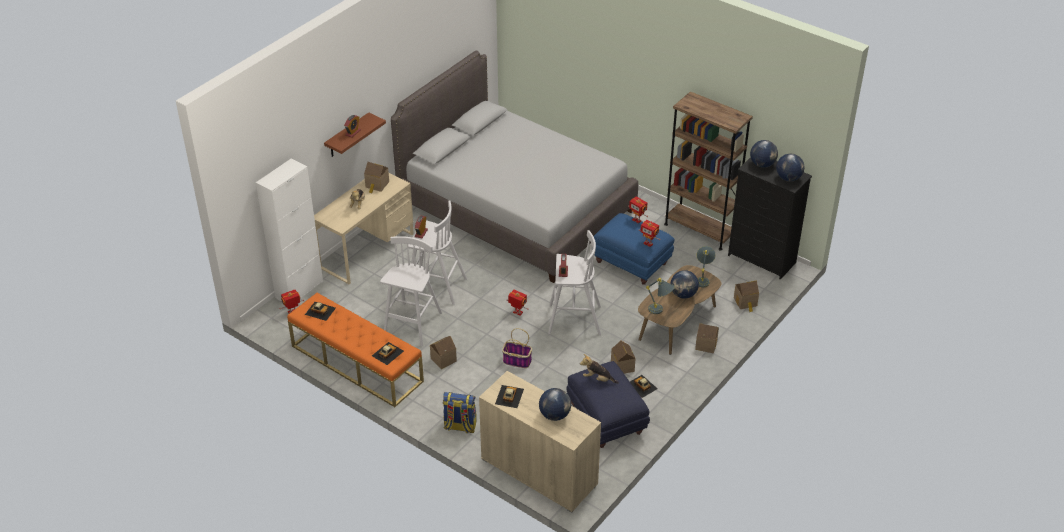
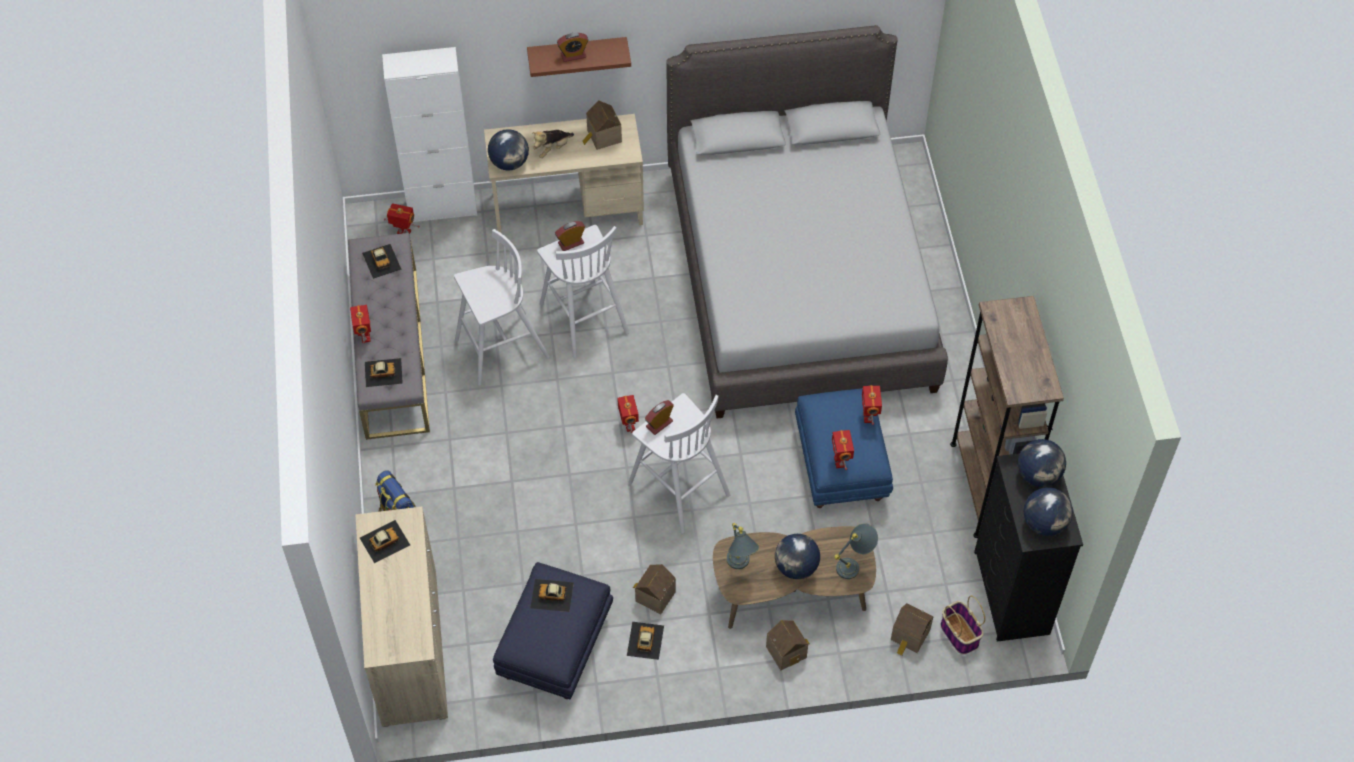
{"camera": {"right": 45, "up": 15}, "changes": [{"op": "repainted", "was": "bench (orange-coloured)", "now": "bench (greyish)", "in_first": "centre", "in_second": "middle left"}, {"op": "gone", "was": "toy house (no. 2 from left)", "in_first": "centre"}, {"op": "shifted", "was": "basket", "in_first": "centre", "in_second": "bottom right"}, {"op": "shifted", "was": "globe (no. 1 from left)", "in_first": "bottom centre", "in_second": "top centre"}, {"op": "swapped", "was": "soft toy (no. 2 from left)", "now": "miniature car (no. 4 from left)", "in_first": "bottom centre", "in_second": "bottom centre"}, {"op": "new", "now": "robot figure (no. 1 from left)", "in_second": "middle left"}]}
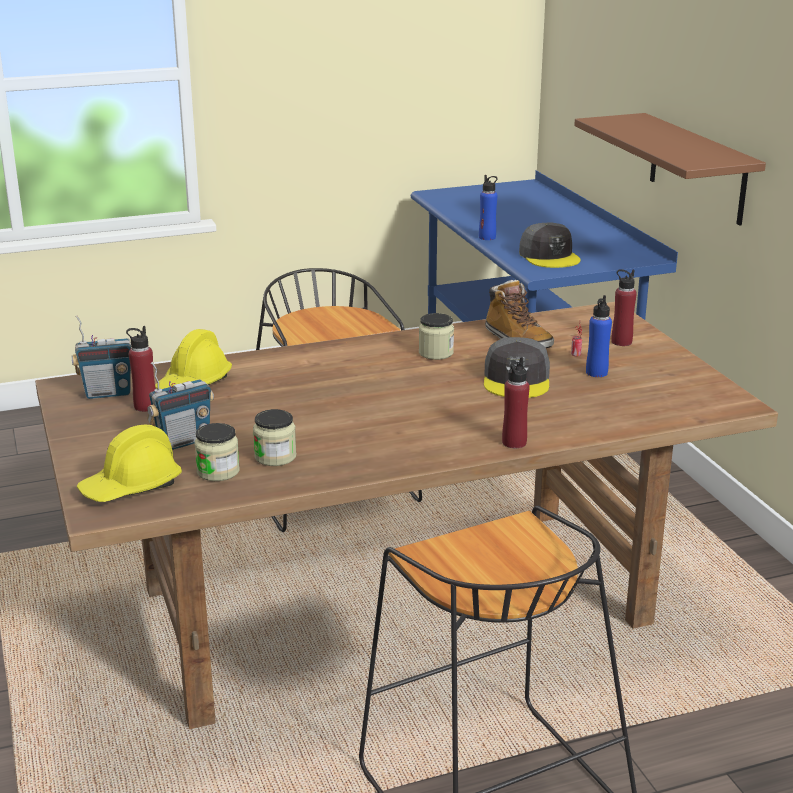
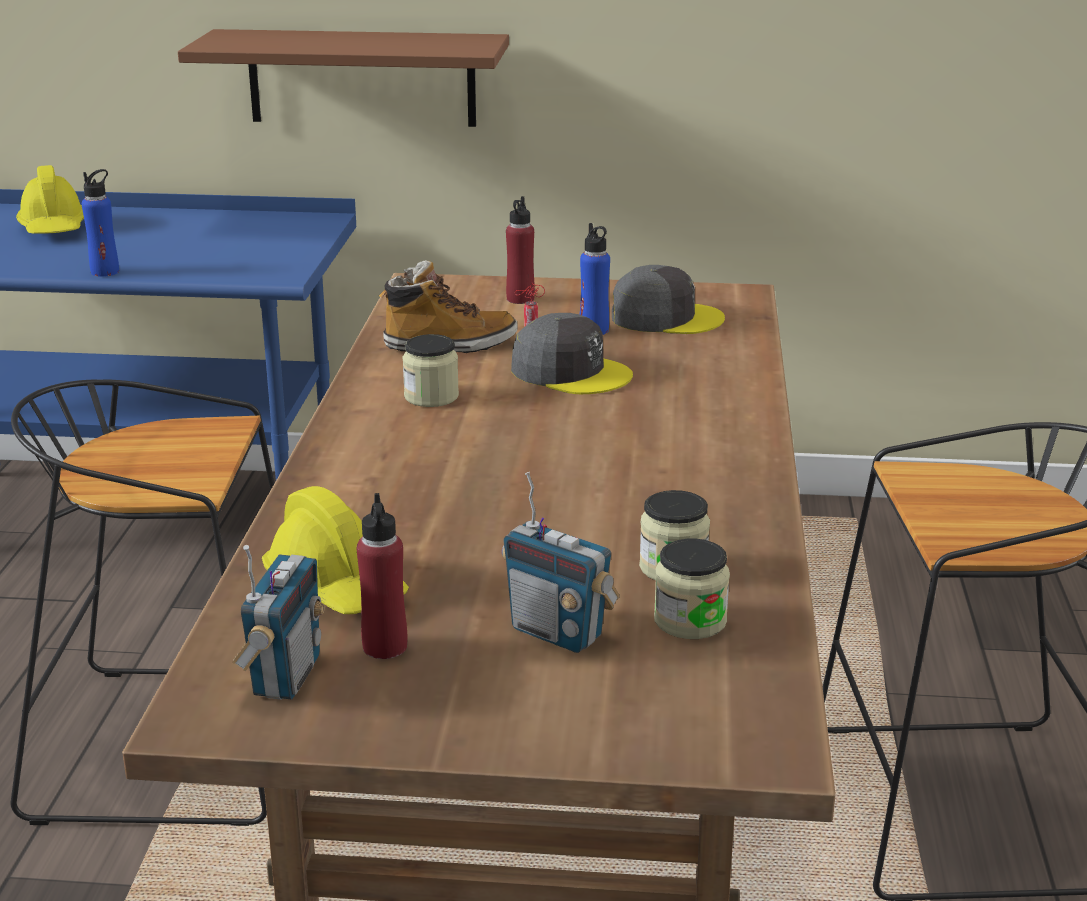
{"camera": {"right": -65, "up": 0}, "changes": [{"op": "shifted", "was": "safety helmet (yellowish) (no. 1 from left)", "in_first": "middle left", "in_second": "top left"}, {"op": "rotated", "was": "radio (no. 2 from left)", "in_first": "middle left", "in_second": "centre", "clockwise": 135}, {"op": "gone", "was": "drink bottle (reddish) (no. 2 from left)", "in_first": "centre"}, {"op": "shifted", "was": "cap (greyish) (no. 2 from left)", "in_first": "top right", "in_second": "top centre"}]}
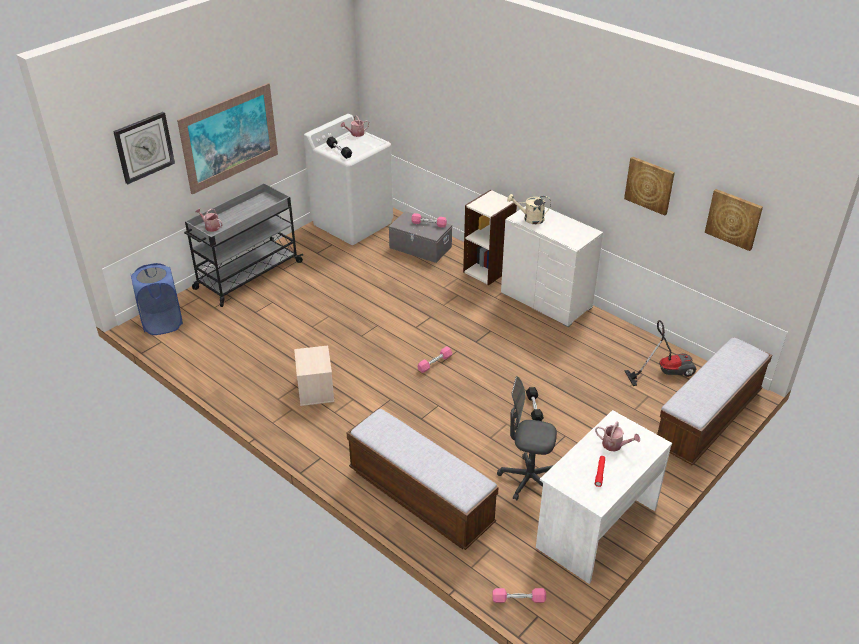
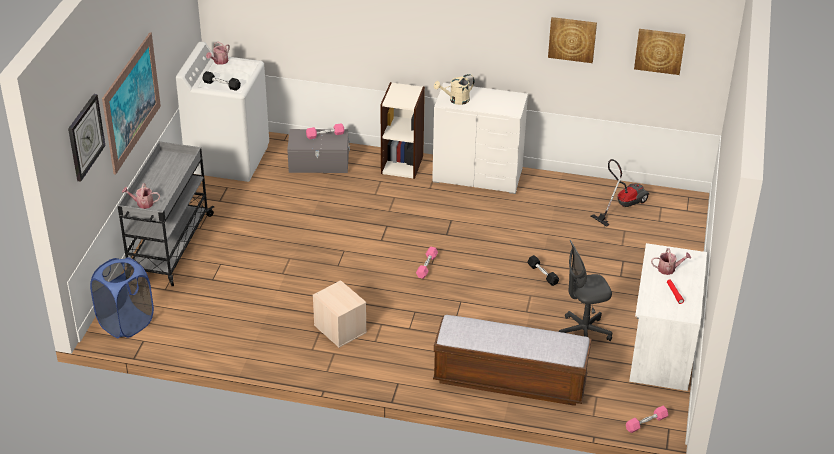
{"camera": {"right": -30, "up": 0}, "changes": [{"op": "gone", "was": "bench (no. 2 from left)", "in_first": "middle right"}]}
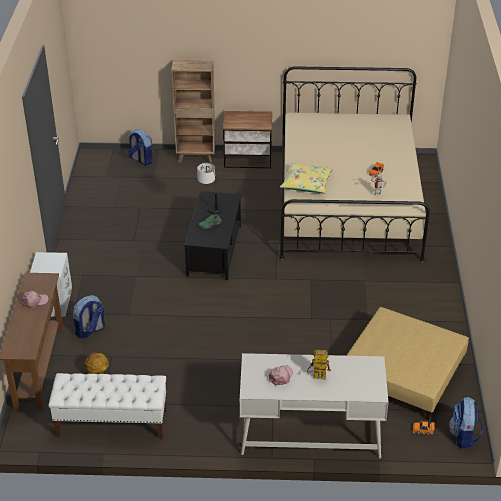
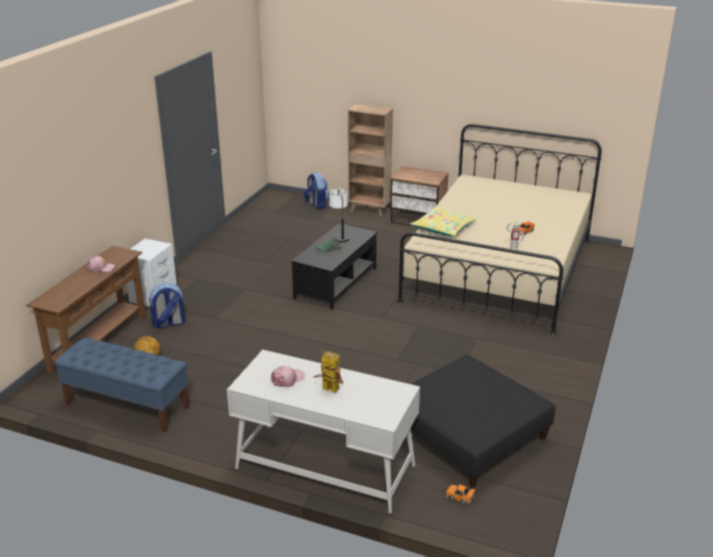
{"camera": {"right": 20, "up": -10}, "changes": [{"op": "repainted", "was": "bench (white)", "now": "bench (blue-coloured)", "in_first": "bottom left", "in_second": "bottom left"}, {"op": "repainted", "was": "pouffe (beige)", "now": "pouffe (blackish)", "in_first": "bottom right", "in_second": "bottom right"}, {"op": "gone", "was": "knapsack (no. 3 from left)", "in_first": "bottom right"}]}
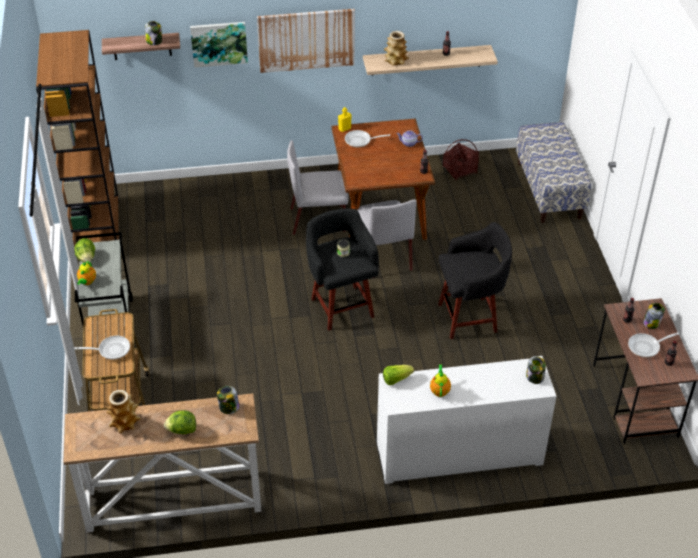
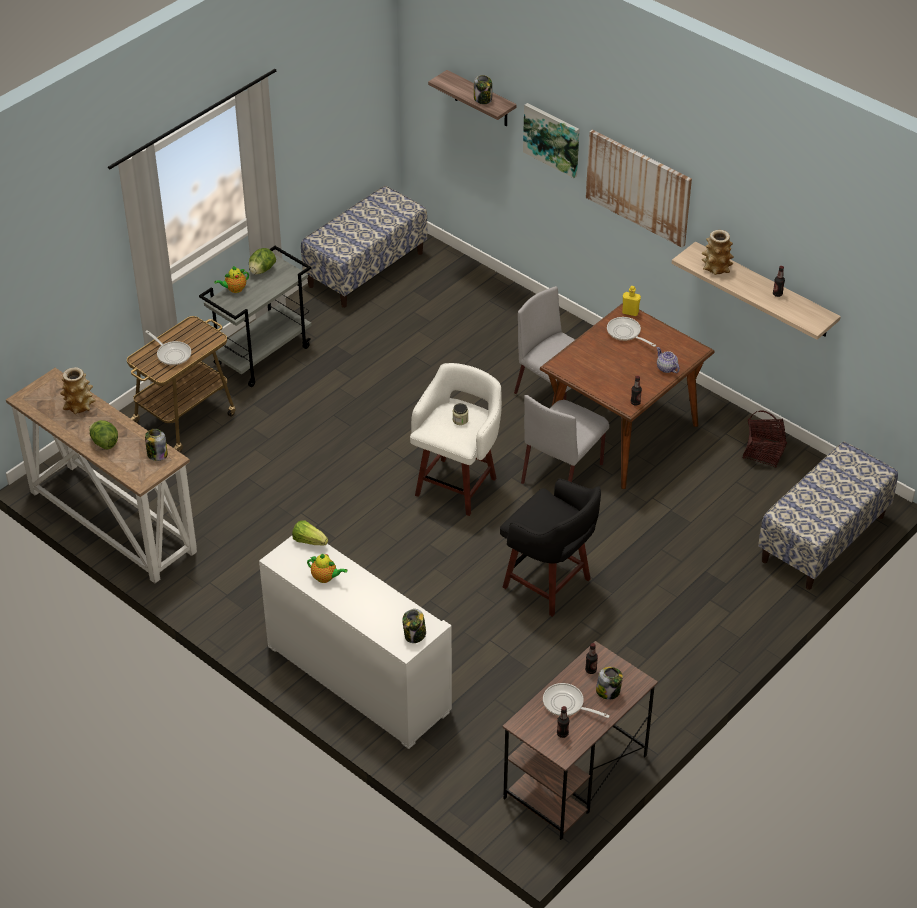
{"camera": {"right": 50, "up": 0}, "changes": [{"op": "swapped", "was": "shelving unit (brownish)", "now": "bench (no. 1 from left)", "in_first": "top left", "in_second": "top centre"}, {"op": "repainted", "was": "sitting stool (blackish) (no. 1 from left)", "now": "sitting stool (white)", "in_first": "centre", "in_second": "centre"}, {"op": "rotated", "was": "pot for tea (no. 3 from left in the first image)", "in_first": "bottom centre", "in_second": "centre", "clockwise": 60}]}
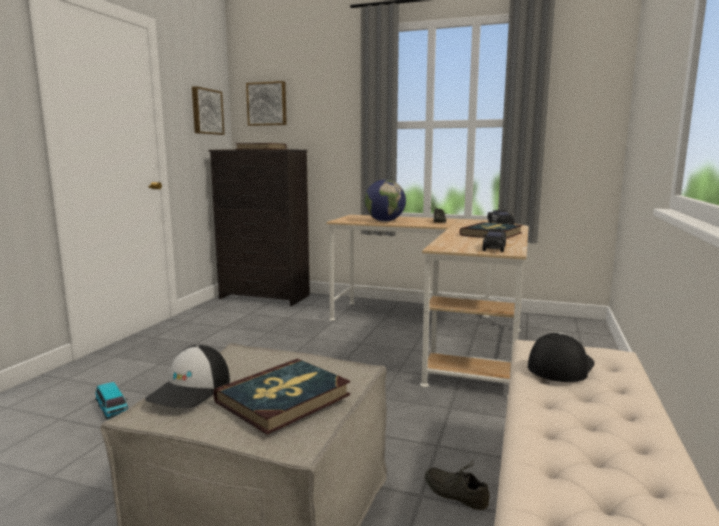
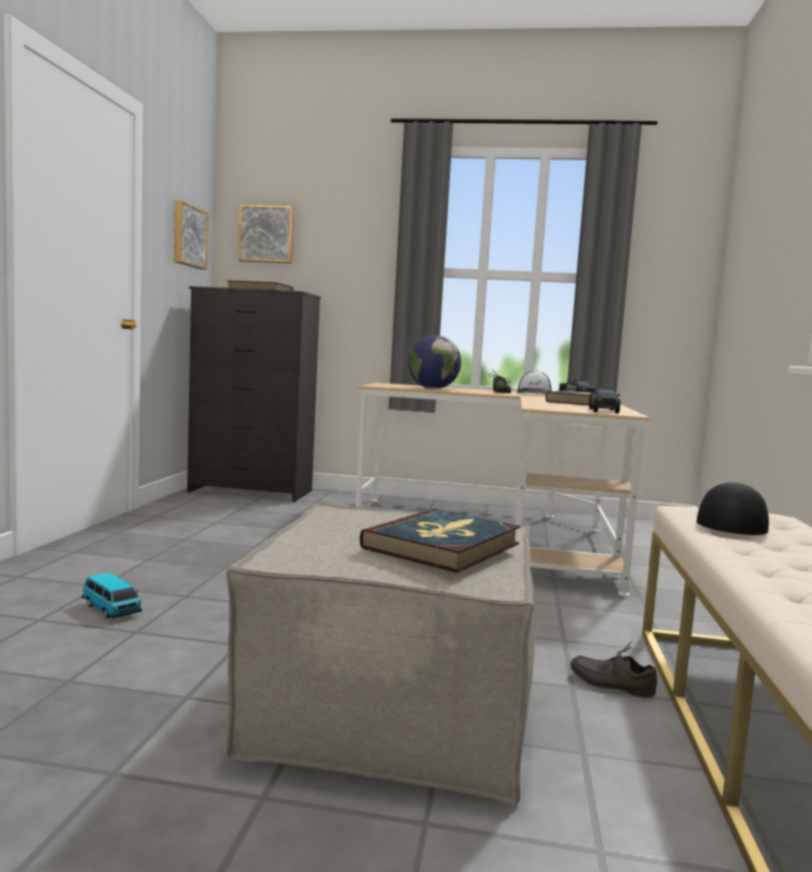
{"camera": {"right": -10, "up": -5}, "changes": [{"op": "shifted", "was": "cap (no. 1 from left)", "in_first": "bottom left", "in_second": "centre"}]}
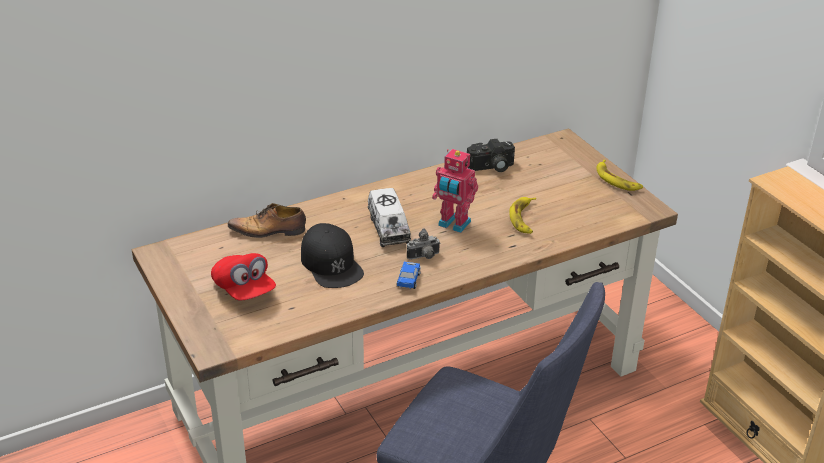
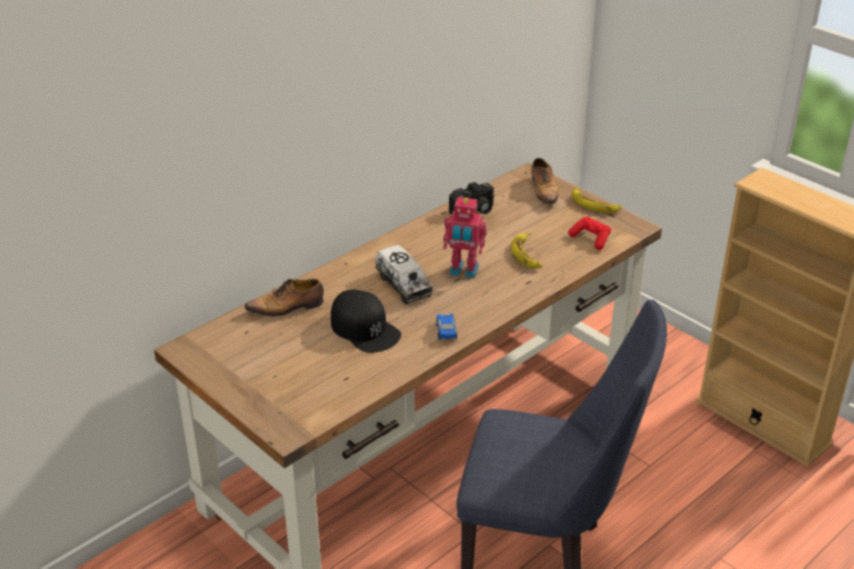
{"camera": {"right": -15, "up": 0}, "changes": [{"op": "gone", "was": "cap (reddish)", "in_first": "middle left"}, {"op": "gone", "was": "photo camera (no. 1 from left)", "in_first": "centre"}, {"op": "new", "now": "item of footwear (no. 2 from left)", "in_second": "top centre"}, {"op": "new", "now": "joypad (reddish)", "in_second": "middle right"}]}
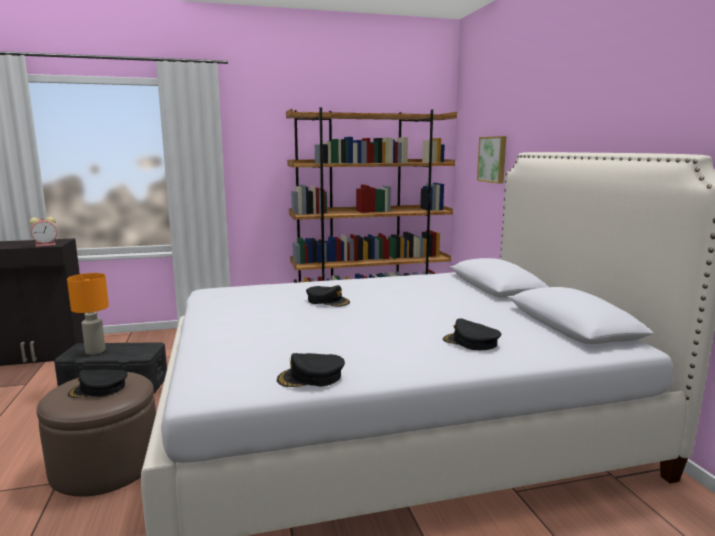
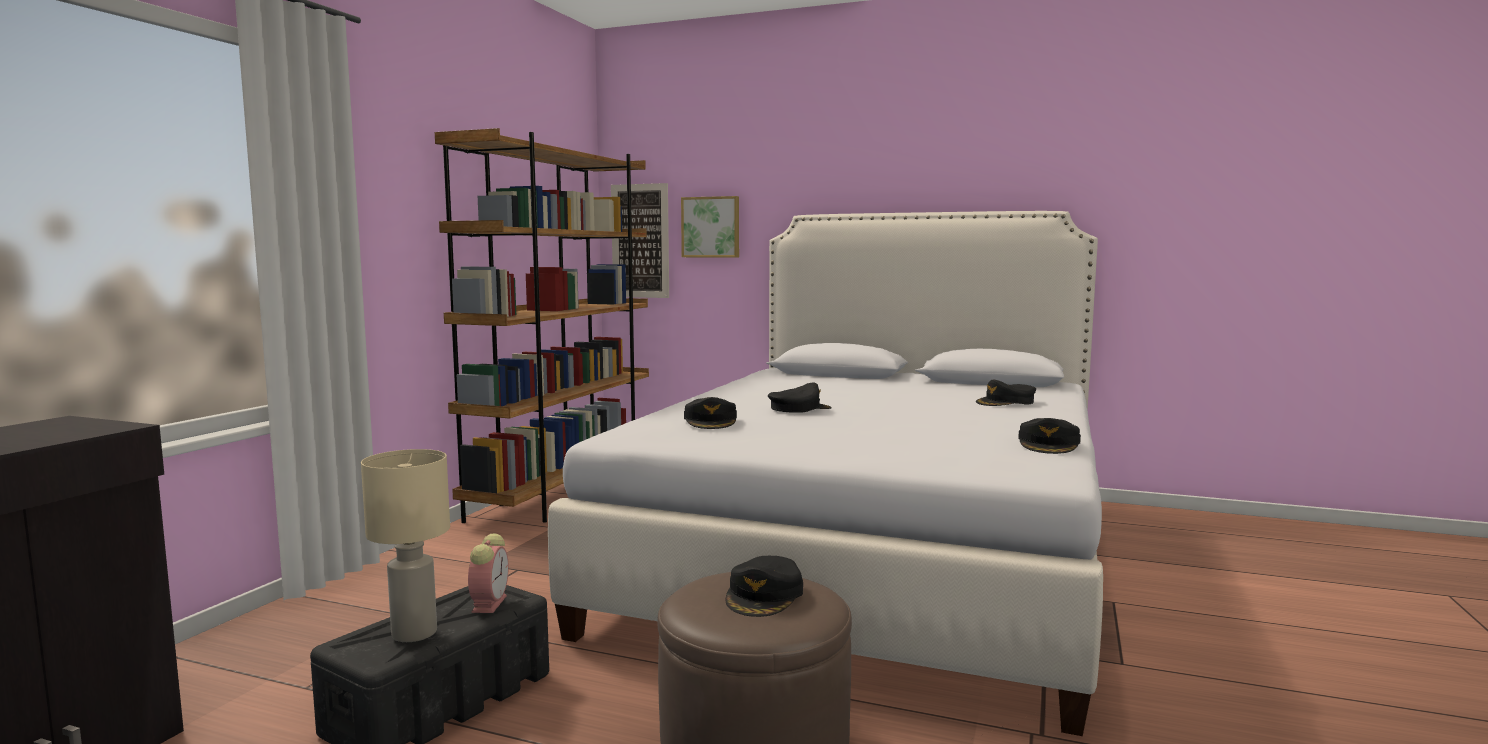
{"camera": {"right": -55, "up": -5}, "changes": [{"op": "shifted", "was": "table clock", "in_first": "middle left", "in_second": "bottom left"}, {"op": "repainted", "was": "lamp for a table (orange-coloured)", "now": "lamp for a table (beige)", "in_first": "middle left", "in_second": "bottom left"}, {"op": "new", "now": "wall art (no. 1 from left)", "in_second": "top centre"}, {"op": "new", "now": "cap (blackish) (no. 1 from left)", "in_second": "centre"}]}
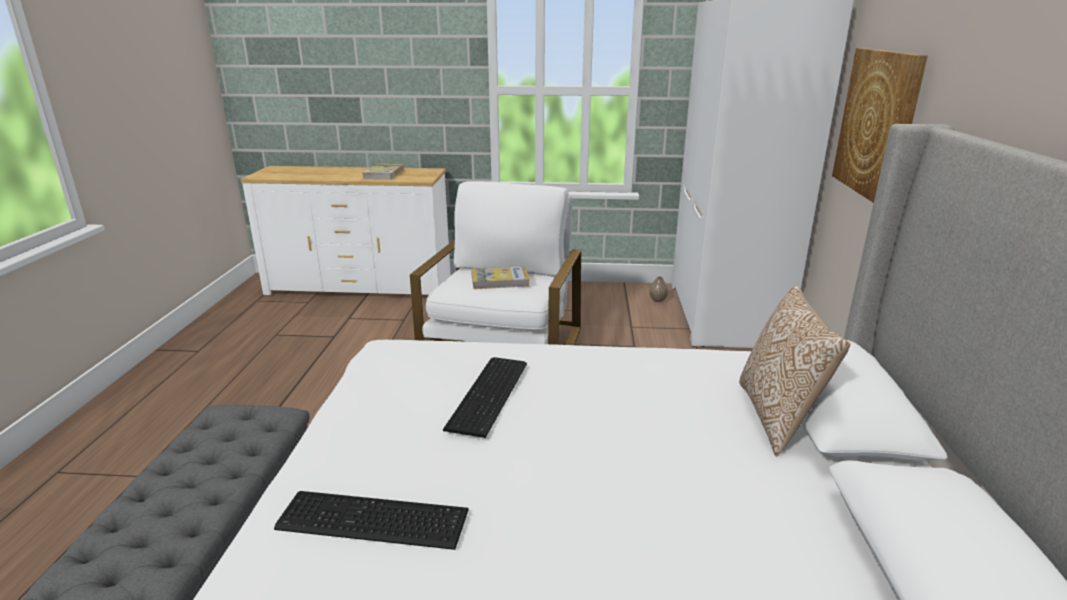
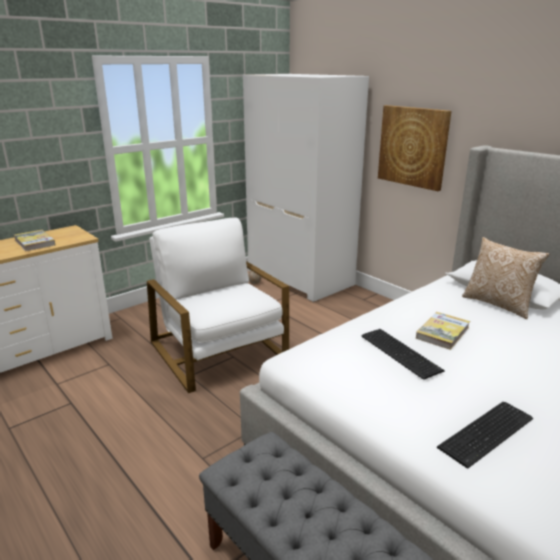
{"camera": {"right": -45, "up": 0}, "changes": [{"op": "shifted", "was": "book (no. 2 from left)", "in_first": "centre", "in_second": "middle right"}]}
